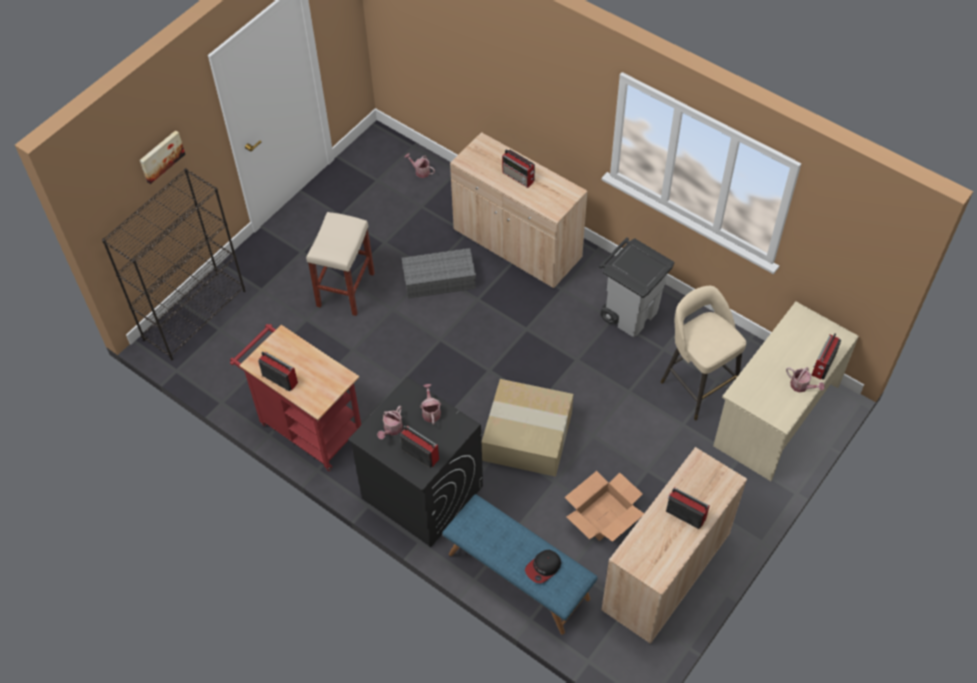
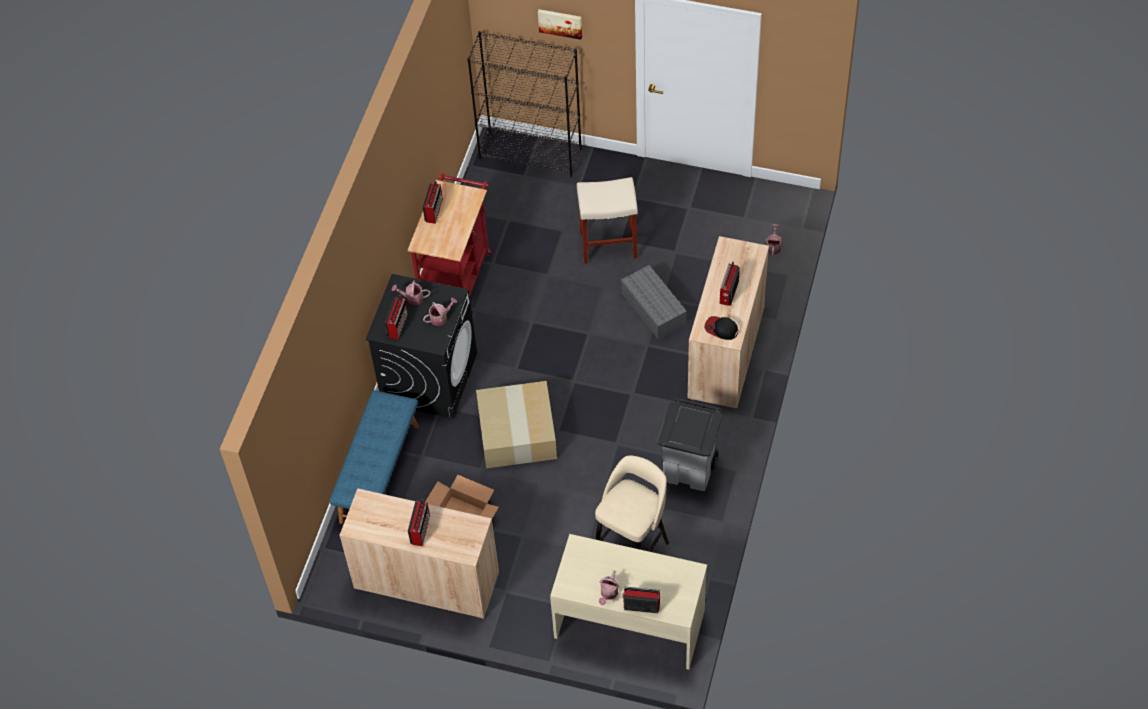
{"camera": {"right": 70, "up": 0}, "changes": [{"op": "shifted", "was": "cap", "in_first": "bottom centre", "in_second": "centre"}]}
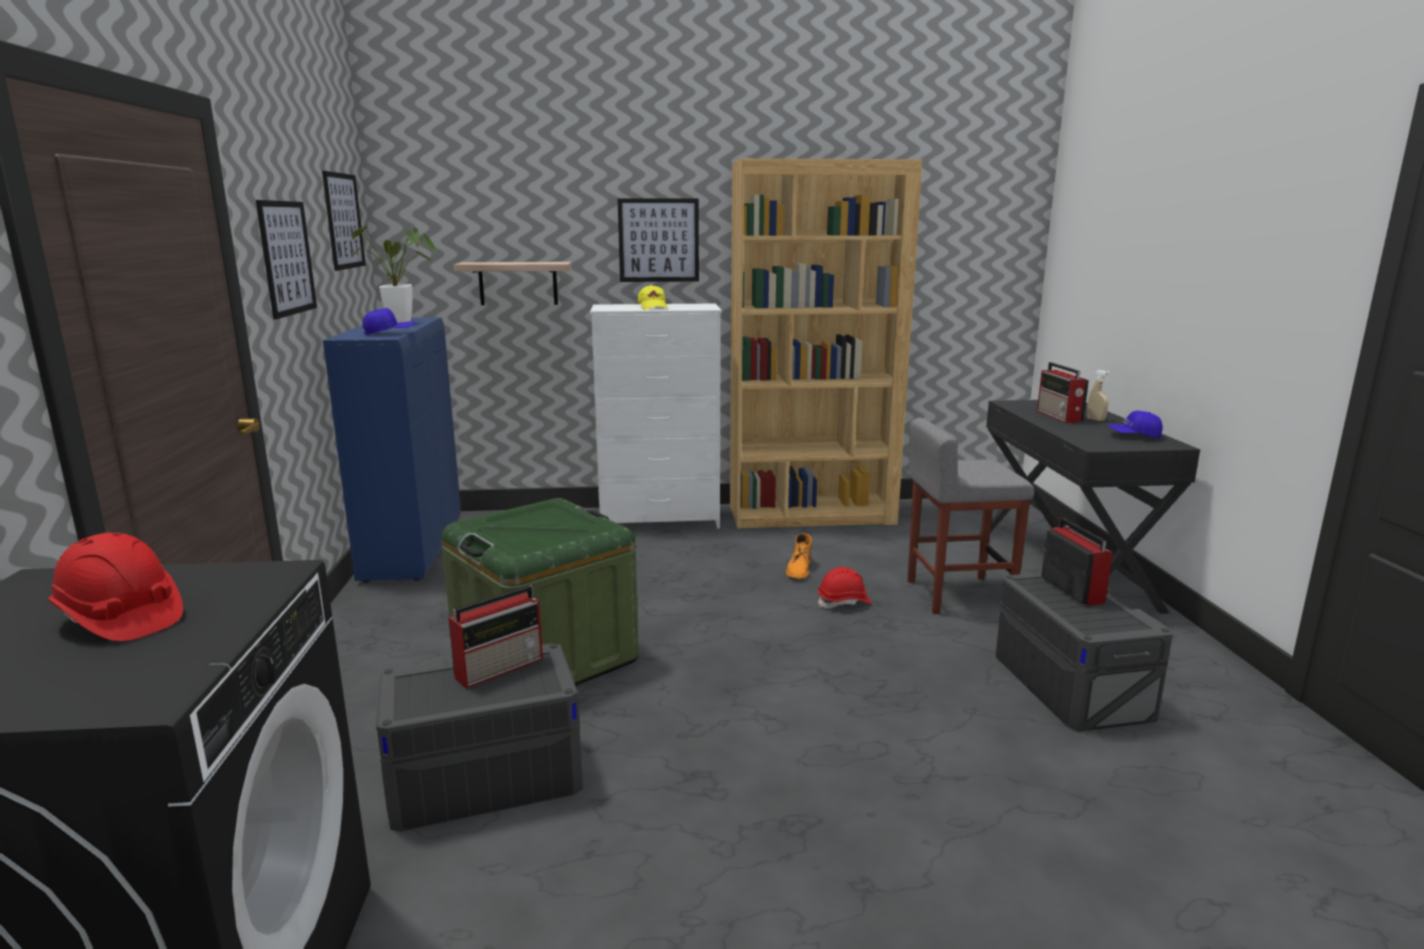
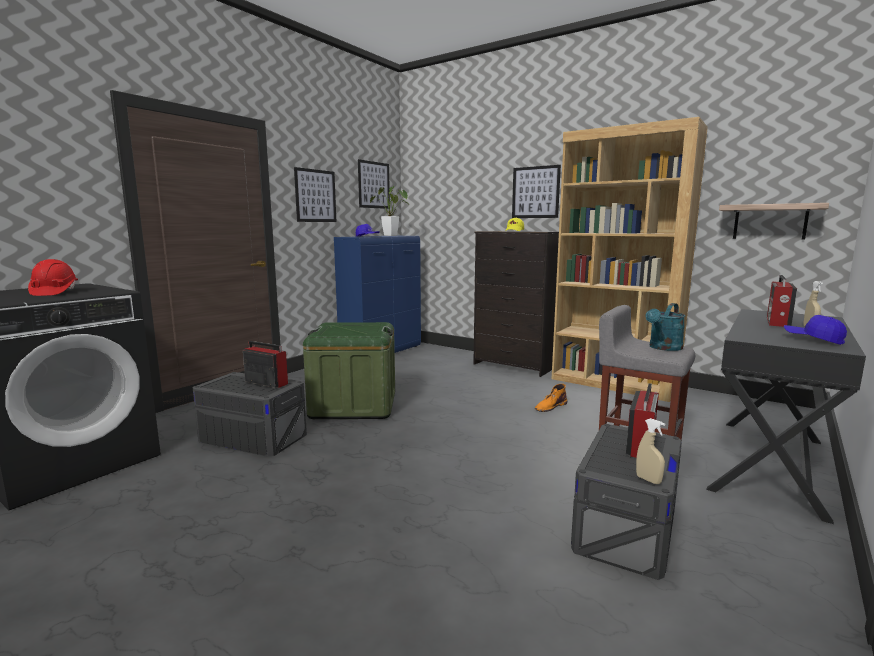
{"camera": {"right": 40, "up": -5}, "changes": [{"op": "rotated", "was": "radio (no. 1 from left)", "in_first": "bottom centre", "in_second": "middle left", "clockwise": -150}, {"op": "shifted", "was": "shelf", "in_first": "top centre", "in_second": "middle right"}, {"op": "repainted", "was": "drawer chest (white)", "now": "drawer chest (blackish)", "in_first": "centre", "in_second": "centre"}, {"op": "gone", "was": "safety helmet (reddish) (no. 2 from left)", "in_first": "centre"}, {"op": "new", "now": "sprayer (beige) (no. 1 from left)", "in_second": "bottom right"}, {"op": "new", "now": "sprinkling can (blue-green)", "in_second": "middle right"}]}
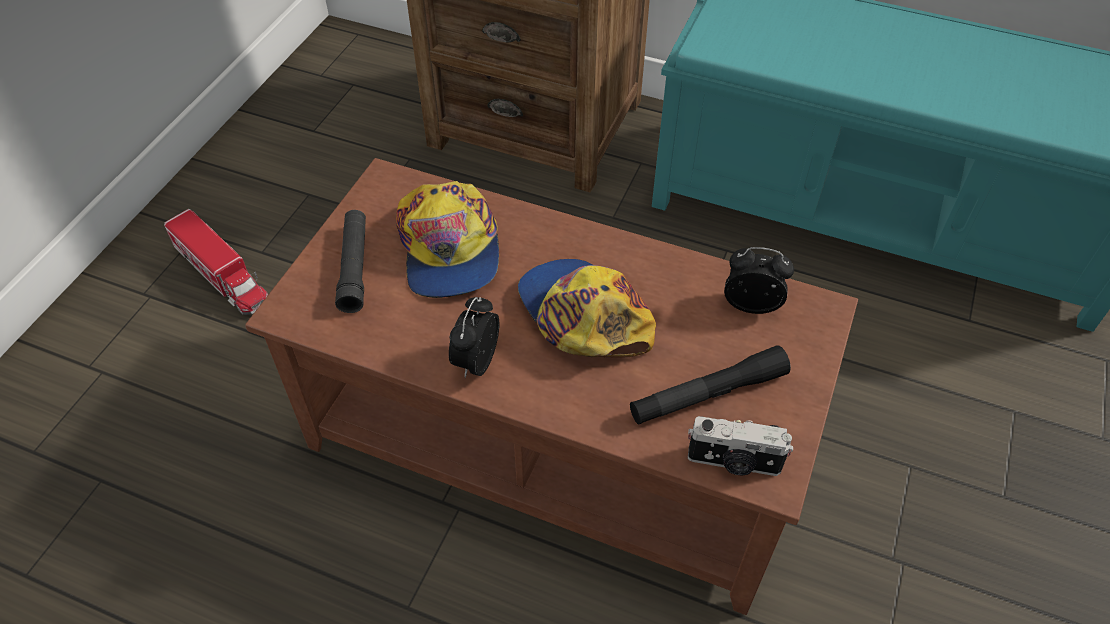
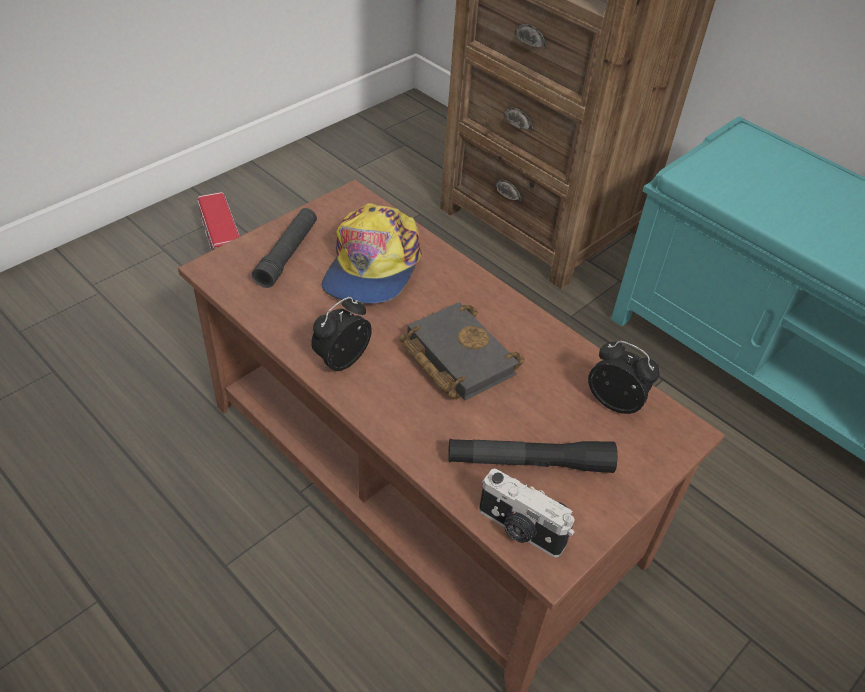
{"camera": {"right": 20, "up": -5}, "changes": [{"op": "swapped", "was": "cap (no. 2 from left)", "now": "book (blackish)", "in_first": "centre", "in_second": "centre"}]}
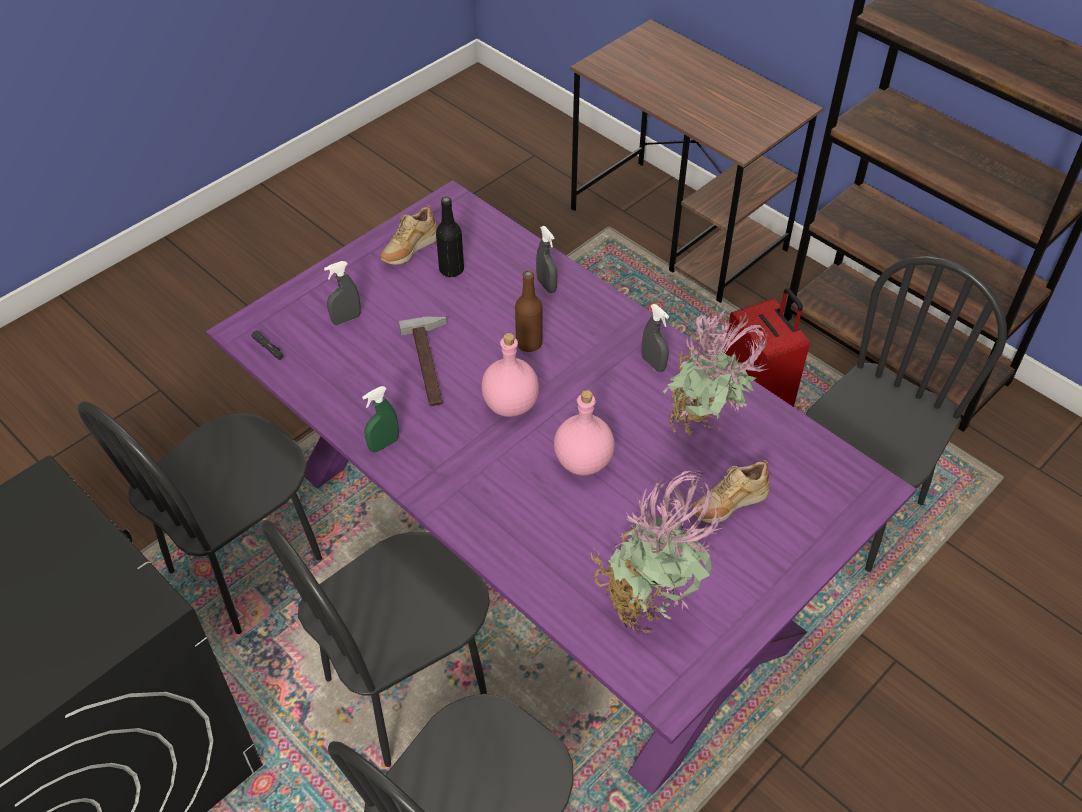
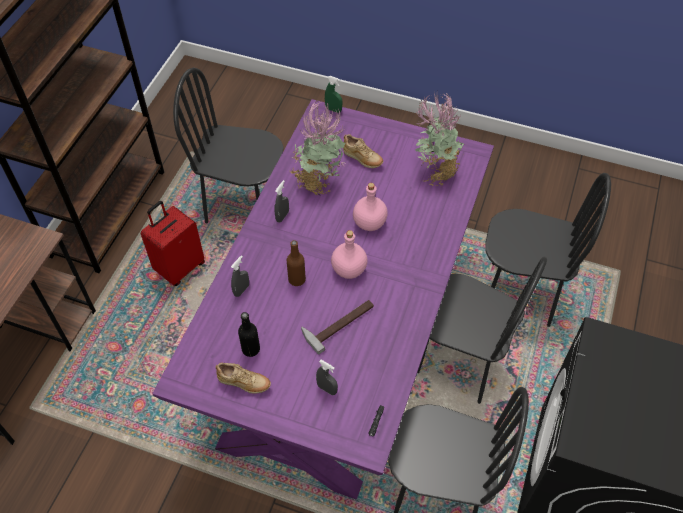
{"camera": {"right": -115, "up": 5}, "changes": [{"op": "shifted", "was": "sprayer (greenish)", "in_first": "centre", "in_second": "top centre"}]}
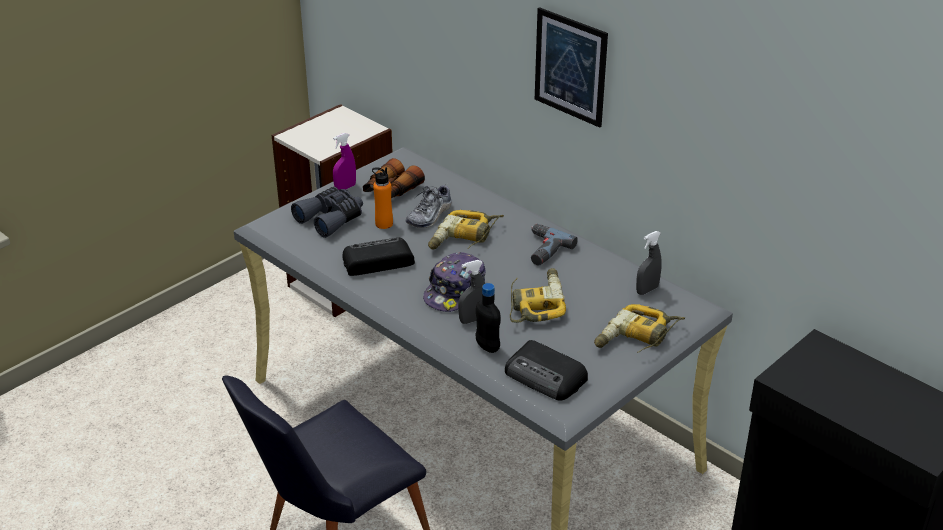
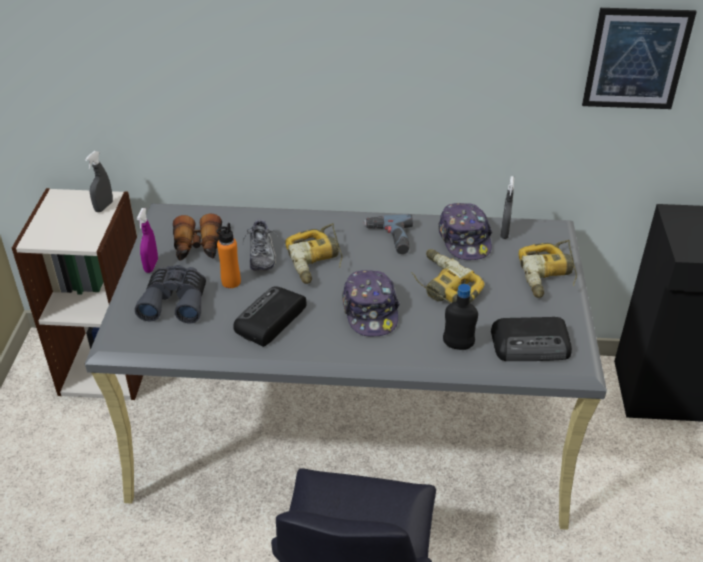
{"camera": {"right": -40, "up": 5}, "changes": [{"op": "shifted", "was": "sprayer (greyish) (no. 1 from left)", "in_first": "centre", "in_second": "top left"}, {"op": "shifted", "was": "wall art", "in_first": "top centre", "in_second": "top right"}, {"op": "new", "now": "cap (no. 2 from left)", "in_second": "centre"}]}
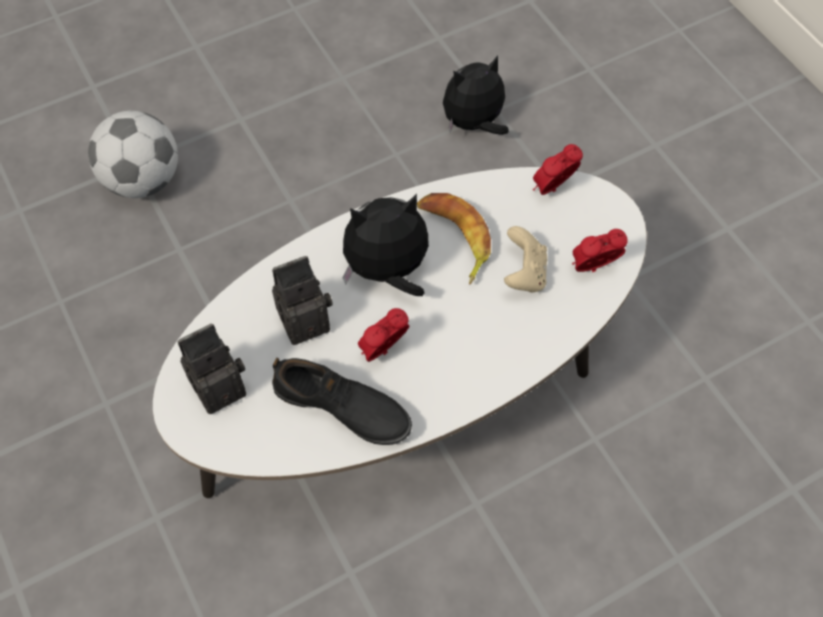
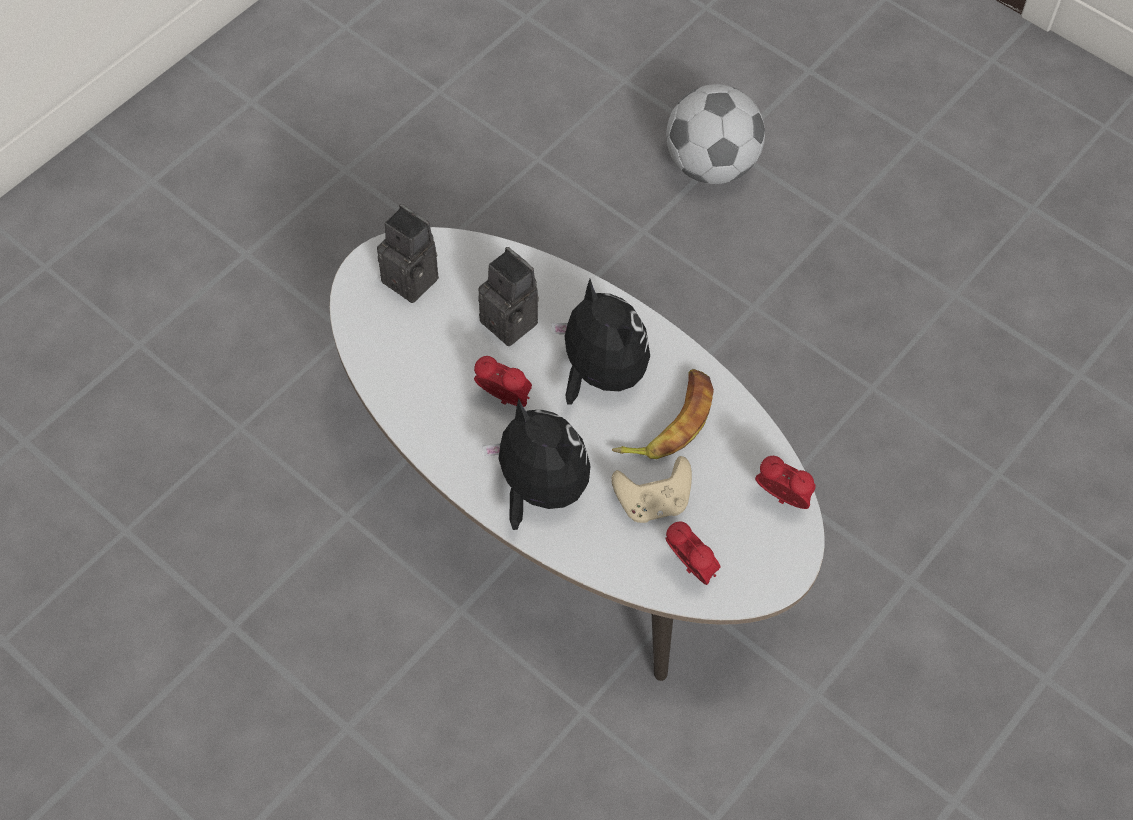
{"camera": {"right": 70, "up": 0}, "changes": [{"op": "gone", "was": "item of footwear (blackish)", "in_first": "centre"}, {"op": "shifted", "was": "soft toy (no. 2 from left in the first image)", "now": "soft toy (no. 1 from left)", "in_first": "top centre", "in_second": "centre"}]}
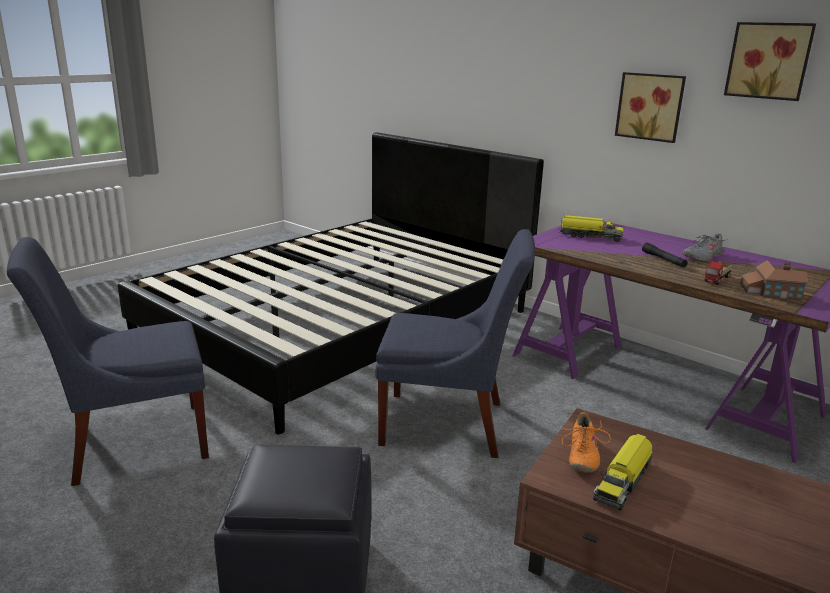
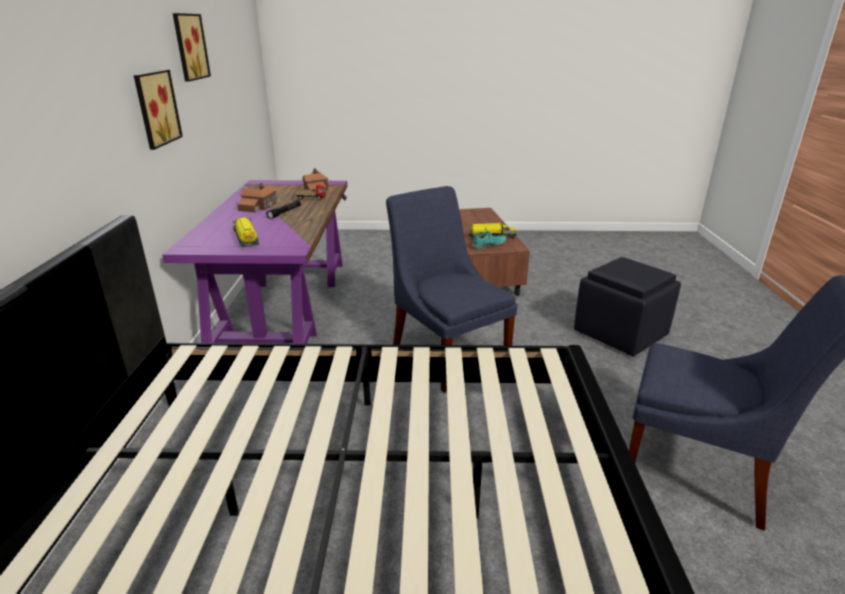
{"camera": {"right": -130, "up": 5}, "changes": [{"op": "repainted", "was": "item of footwear (orange-coloured)", "now": "item of footwear (blue-green)", "in_first": "bottom right", "in_second": "centre"}, {"op": "swapped", "was": "item of footwear (greyish)", "now": "toy house (no. 1 from left)", "in_first": "middle right", "in_second": "top left"}]}
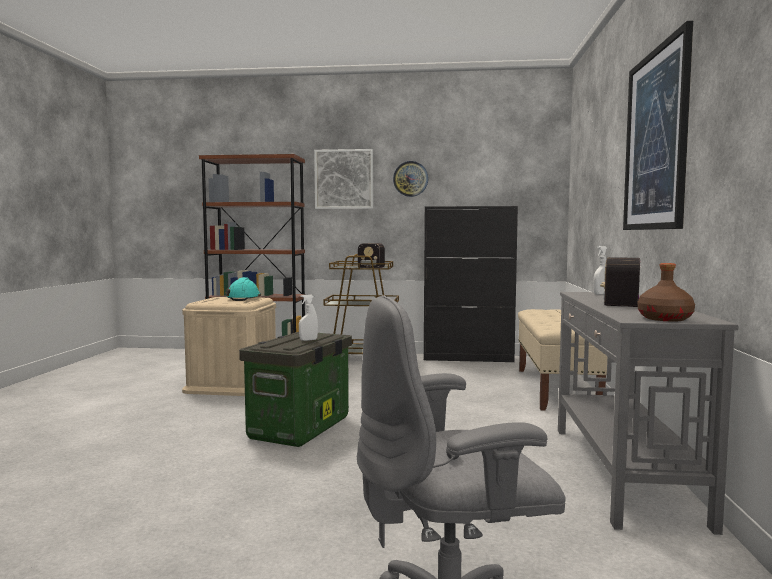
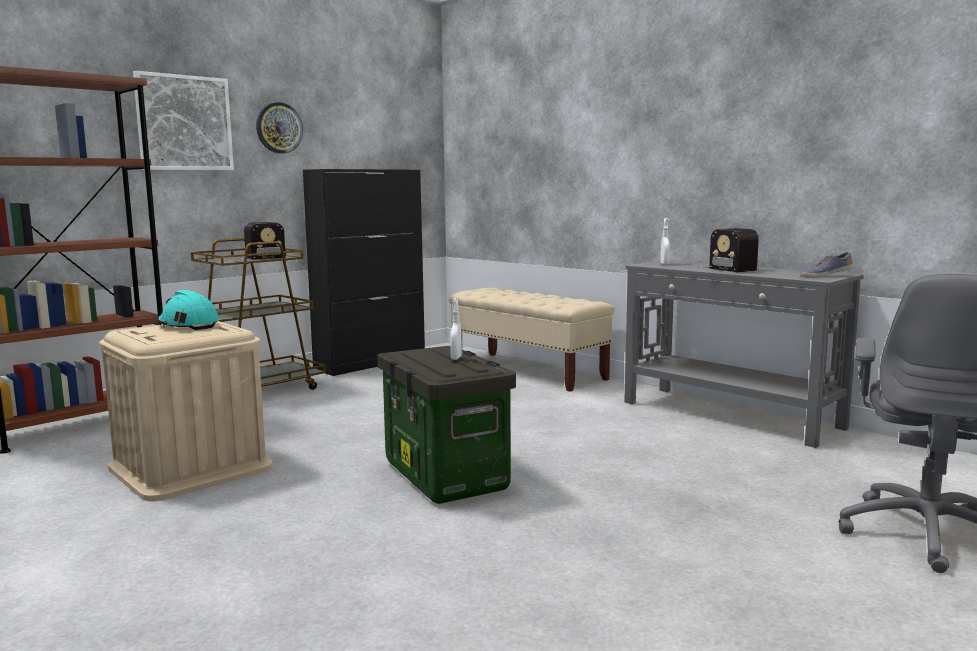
{"camera": {"right": -50, "up": 5}, "changes": [{"op": "gone", "was": "wall art (no. 2 from left)", "in_first": "top right"}, {"op": "swapped", "was": "drink bottle (brownish)", "now": "item of footwear", "in_first": "middle right", "in_second": "middle right"}]}
